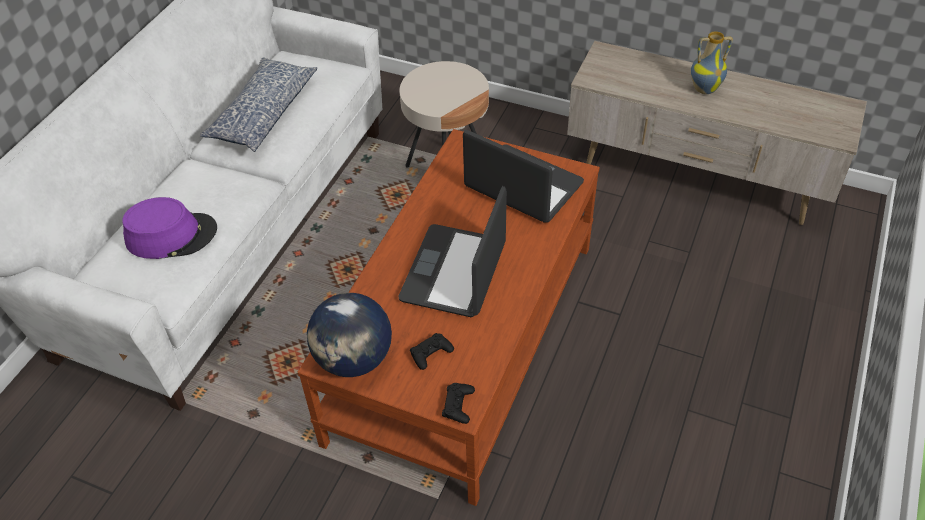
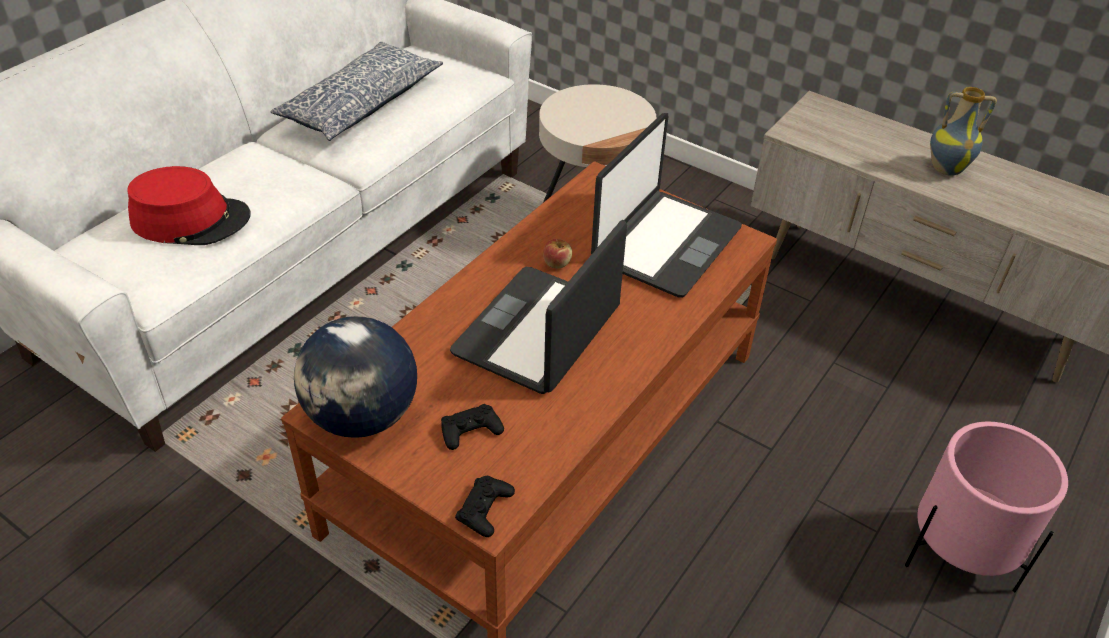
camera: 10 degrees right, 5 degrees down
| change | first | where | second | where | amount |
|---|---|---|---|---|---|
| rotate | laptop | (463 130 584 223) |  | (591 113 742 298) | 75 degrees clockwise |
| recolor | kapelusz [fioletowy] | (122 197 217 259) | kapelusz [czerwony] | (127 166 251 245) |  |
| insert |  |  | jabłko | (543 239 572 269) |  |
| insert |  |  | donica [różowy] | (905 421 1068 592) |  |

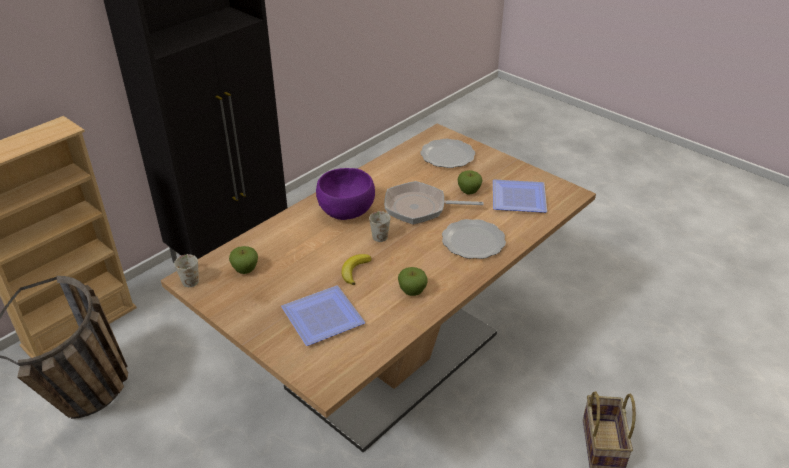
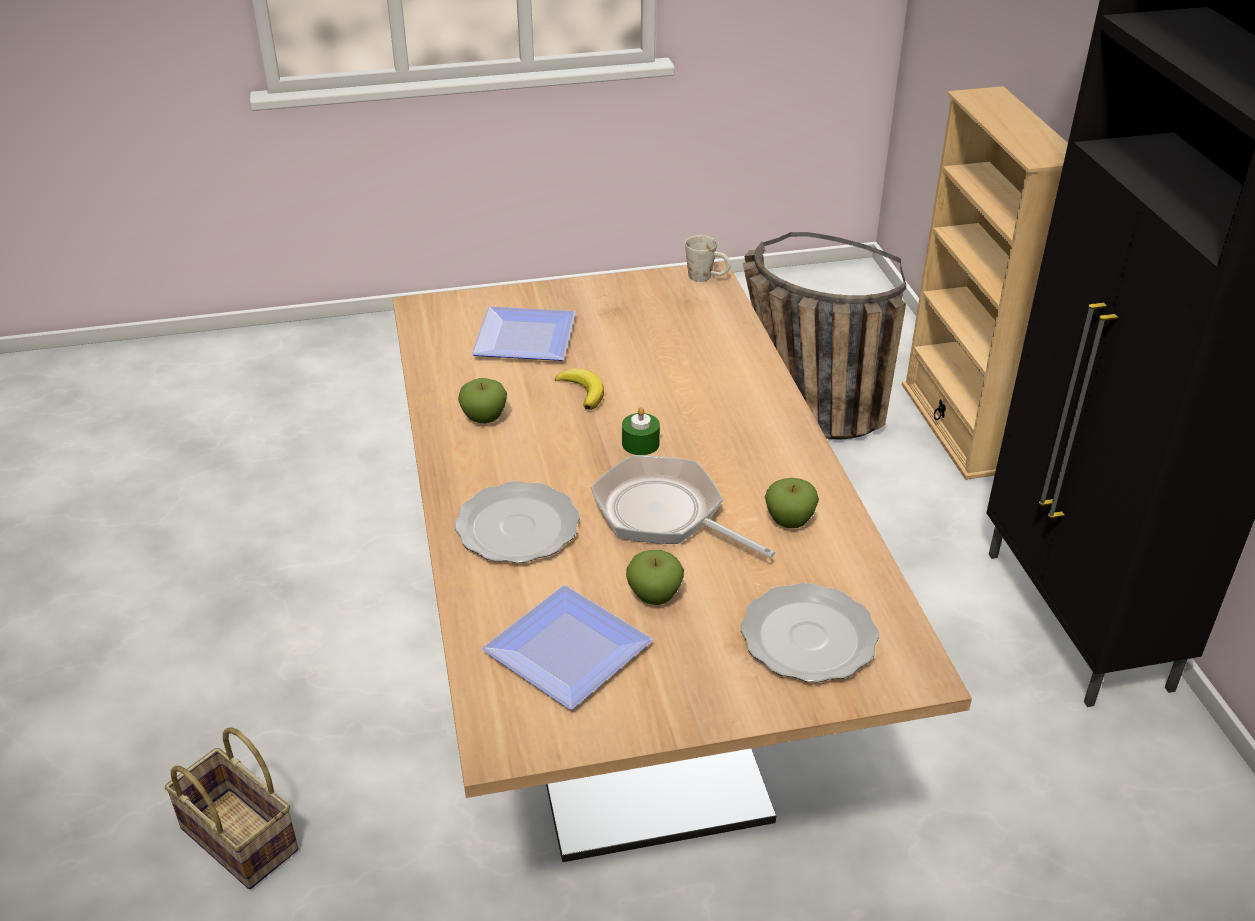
camera: 125 degrees right, 0 degrees up
| change | first | where | second | where | amount |
|---|---|---|---|---|---|
| delete | miska [fioletowy] | (316 168 375 220) |  |  |  |
| rotate | patelnia | (384 181 484 224) |  | (591 455 775 558) | 90 degrees counterclockwise |
| replace | kubek [biały] | (369 211 390 242) | świeca [zielony] | (622 407 660 455) |  |
| move | jabłko | (229 246 258 274) |  | (765 478 819 528) |  |

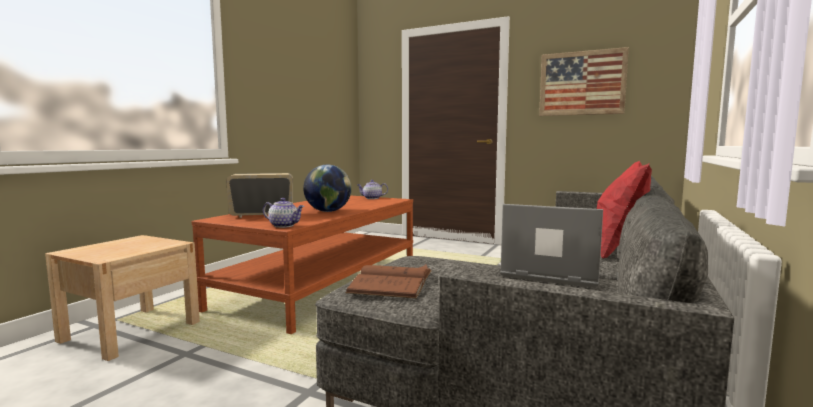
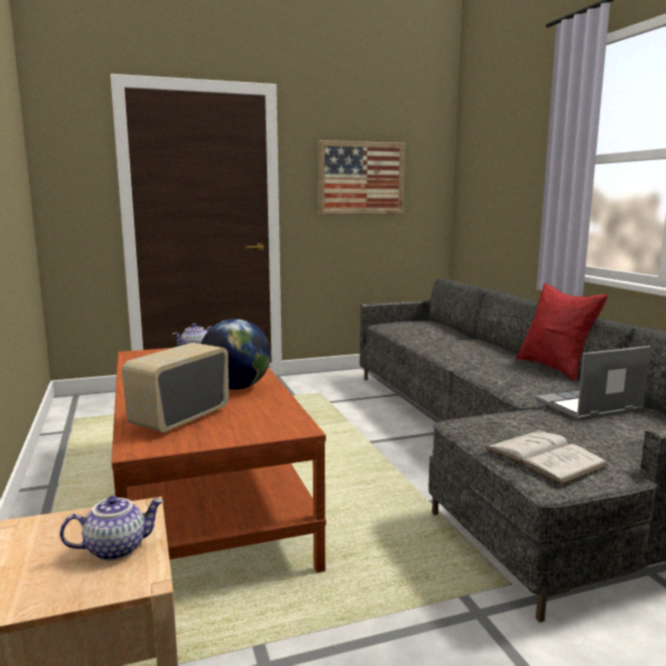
camera: 45 degrees left, 5 degrees up
| change | first | where | second | where | amount |
|---|---|---|---|---|---|
| move | imbryk | (263 198 304 228) |  | (60 496 164 561) |  |
| recolor | książka [brązowy] | (345 264 432 299) | książka [biały] | (486 429 609 484) |  |

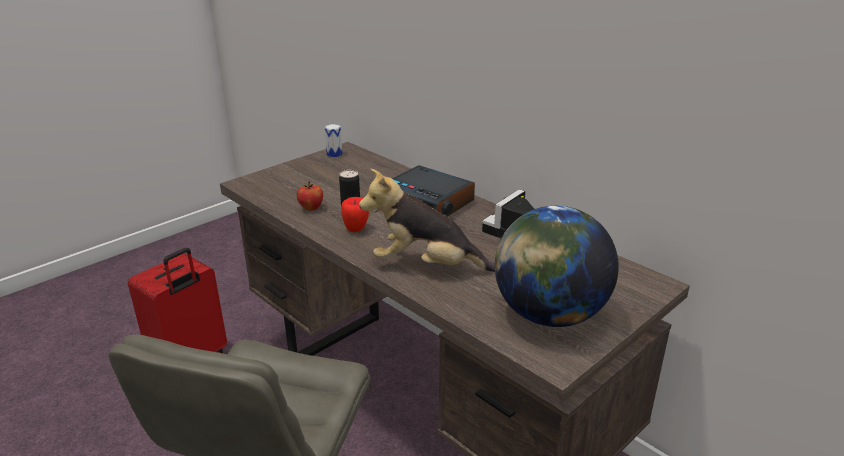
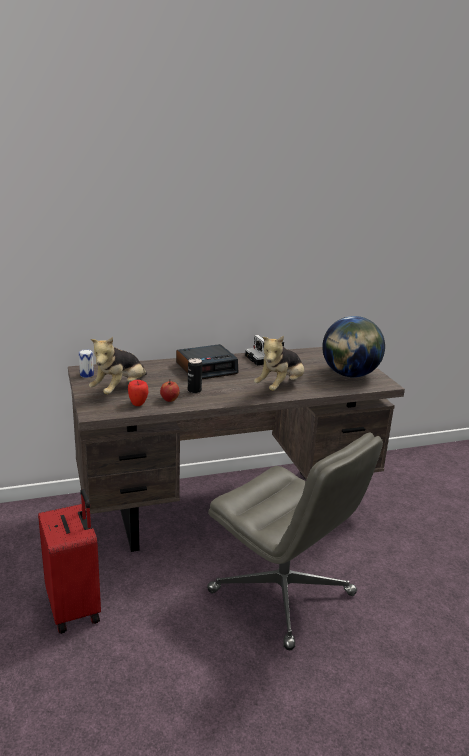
camera: 65 degrees left, 5 degrees down
| change | first | where | second | where | amount |
|---|---|---|---|---|---|
| move | jabłko | (341 197 369 232) |  | (128 380 148 406) |  |
| insert |  |  | pluszak | (89 337 147 395) |  |

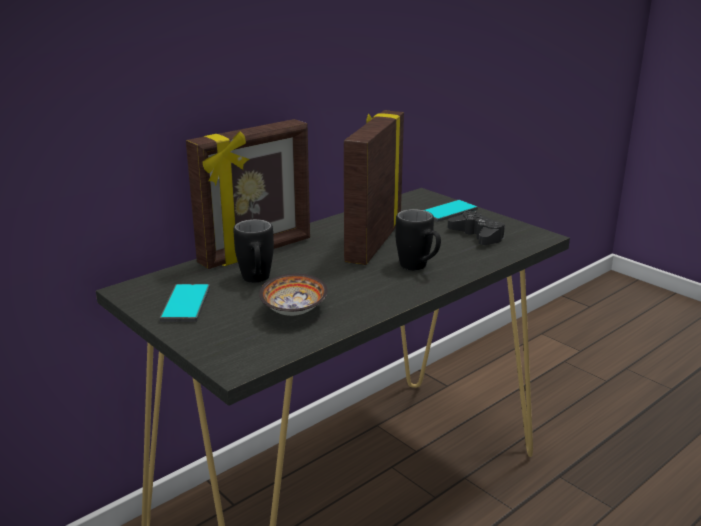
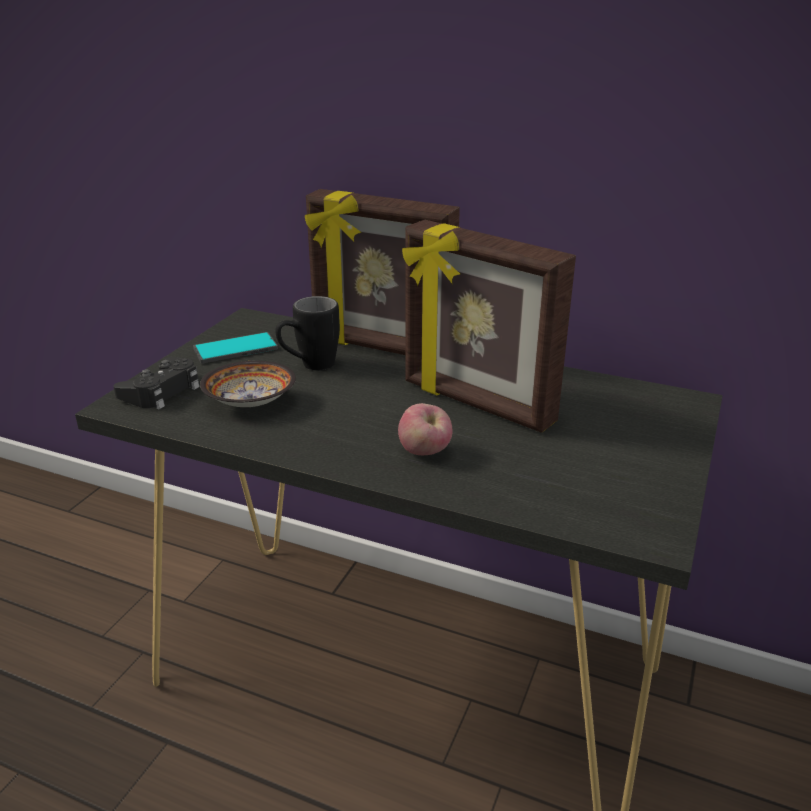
camera: 65 degrees right, 5 degrees up
| change | first | where | second | where | amount |
|---|---|---|---|---|---|
| rotate | ramka na zdjęcie | (344 110 404 265) |  | (402 220 576 433) | 135 degrees counterclockwise |
| delete | telefon | (425 200 478 222) |  |  |  |
| replace | kubek [czarny] | (395 209 441 270) | jabłko | (398 403 453 455) |  |
| move | pad do gier [czarny] | (448 211 505 245) |  | (113 357 200 410) |  |

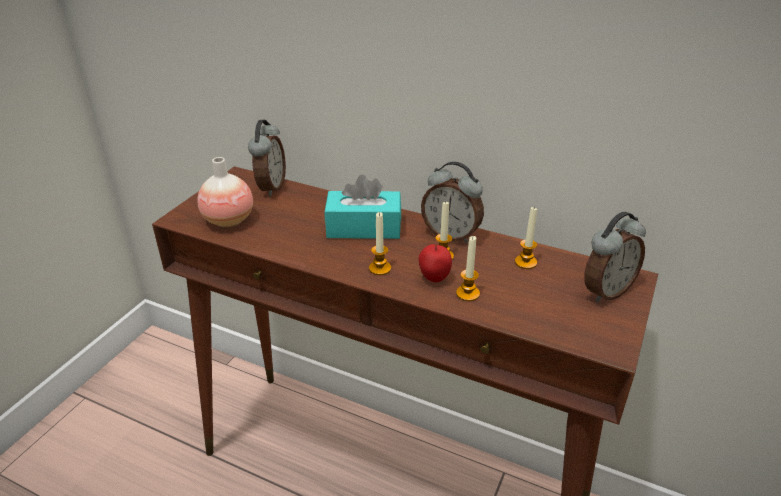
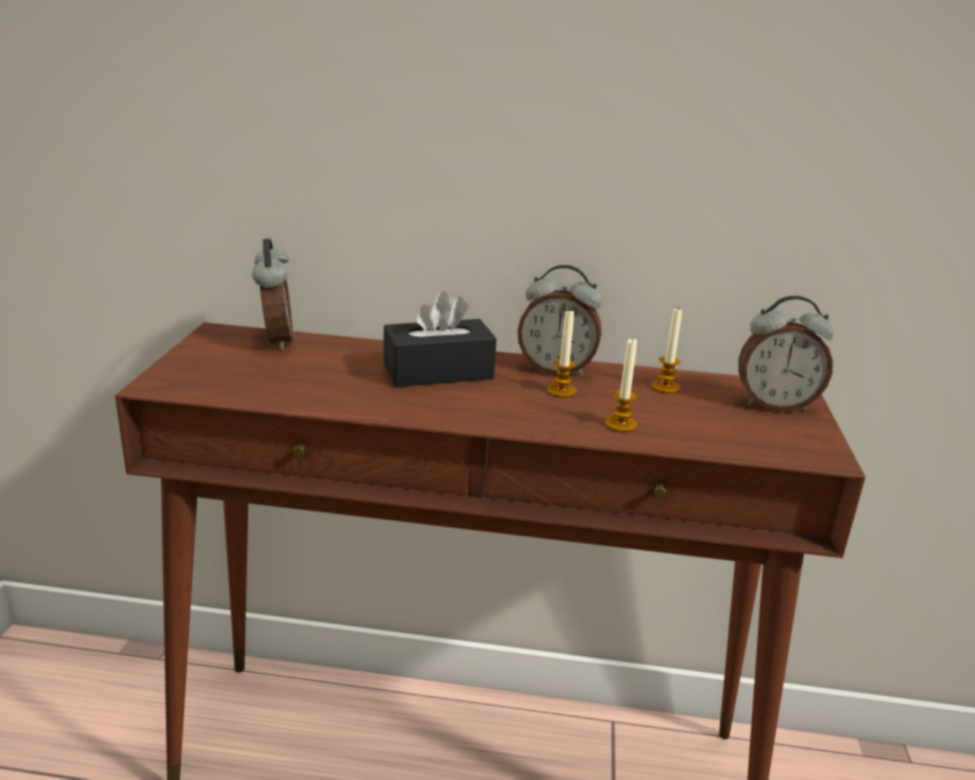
camera: 20 degrees left, 10 degrees down
| change | first | where | second | where | amount |
|---|---|---|---|---|---|
| delete | wazon | (197 157 253 227) |  |  |  |
| recolor | pudełko chusteczek [turkusowy] | (325 174 401 239) | pudełko chusteczek [czarny] | (383 291 497 387) |  |
| delete | świeca | (369 212 391 275) |  |  |  |
| rotate | budzik | (584 212 646 303) |  | (738 296 834 411) | 60 degrees clockwise |
| delete | jabłko | (418 242 452 282) |  |  |  |

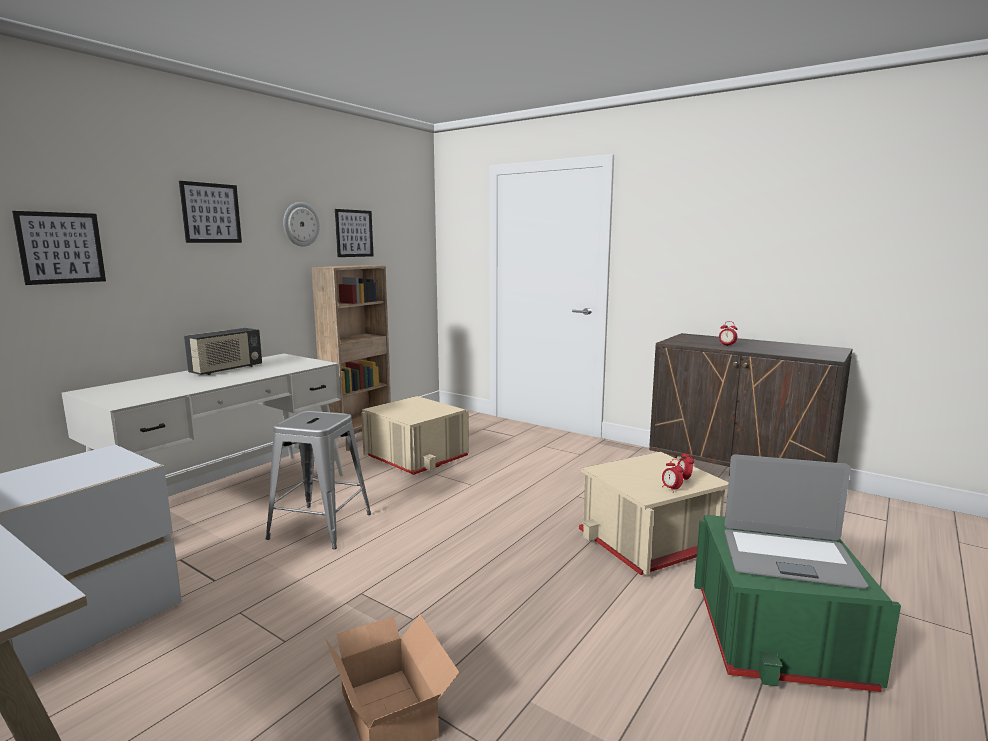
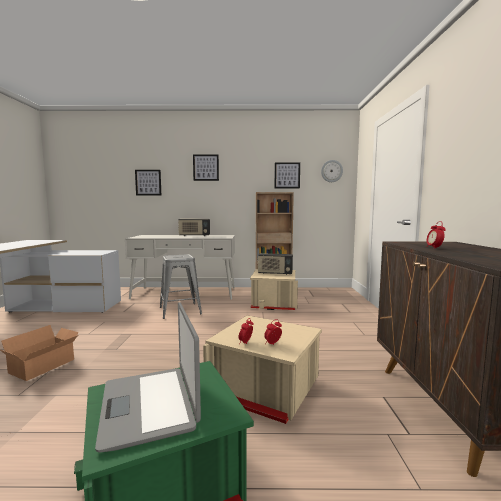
camera: 55 degrees right, 5 degrees down
| change | first | where | second | where | amount |
|---|---|---|---|---|---|
| move | zegar ścienny | (283 202 320 247) |  | (321 160 343 182) |  |
| insert |  |  | radio | (257 253 293 275) |  |

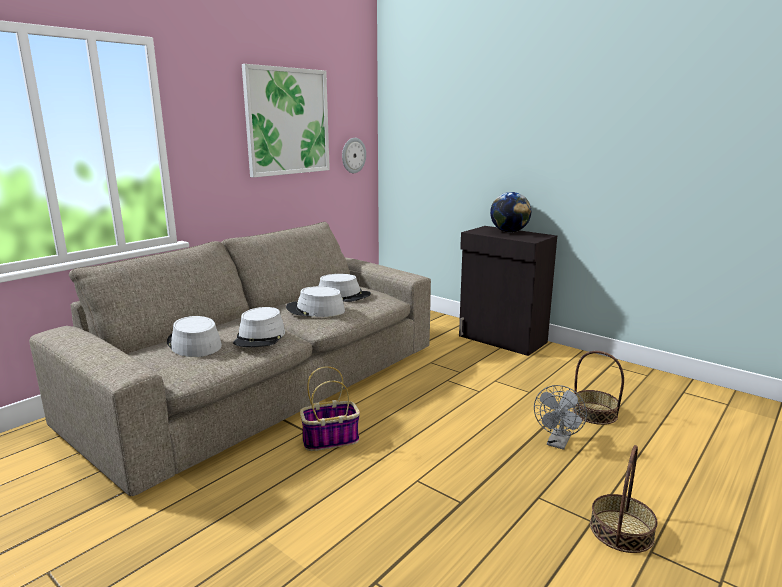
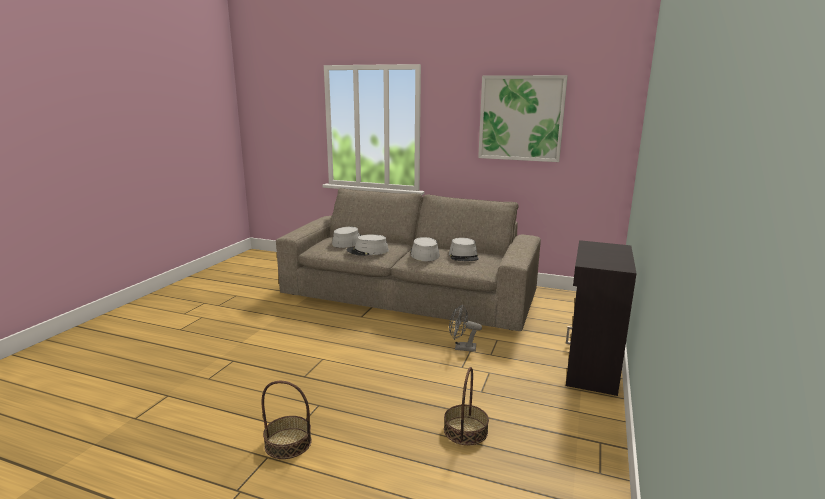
camera: 70 degrees right, 0 degrees up
| change | first | where | second | where | amount |
|---|---|---|---|---|---|
| delete | zegar ścienny | (342 138 366 173) |  |  |  |
| delete | globus | (490 192 531 232) |  |  |  |
| delete | koszyk | (300 367 360 451) |  |  |  |
| move | wentylator [szary] | (534 385 587 450) |  | (449 305 482 352) |  |

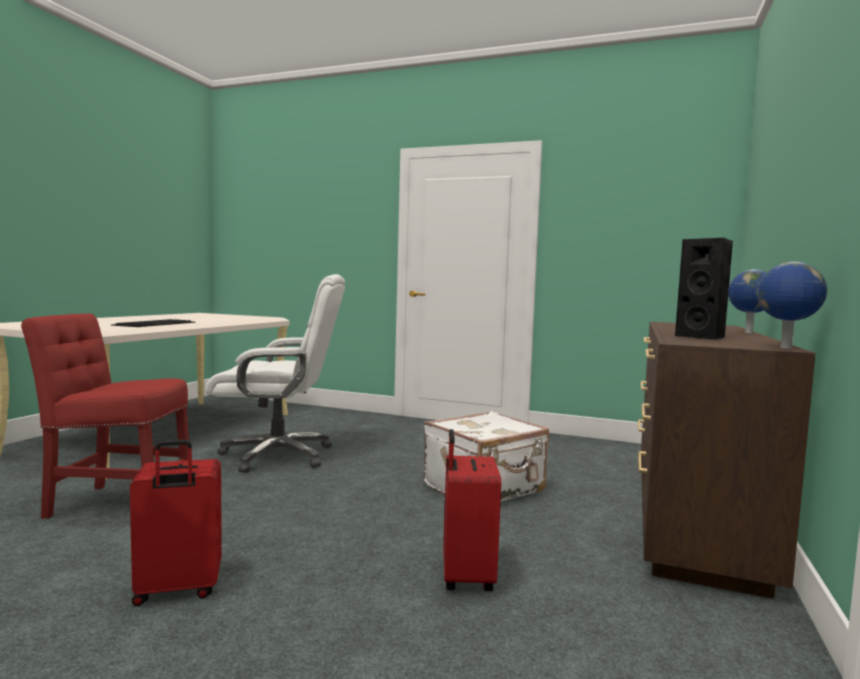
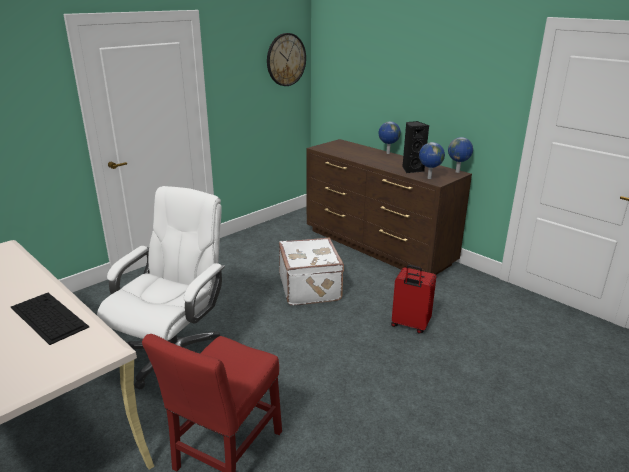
camera: 65 degrees left, 20 degrees up
| change | first | where | second | where | amount |
|---|---|---|---|---|---|
| delete | walizka [czerwony] | (130 439 222 606) |  |  |  |
| insert |  |  | zegar ścienny | (267 33 306 86) |  |
| insert |  |  | globus | (419 142 445 179) |  |

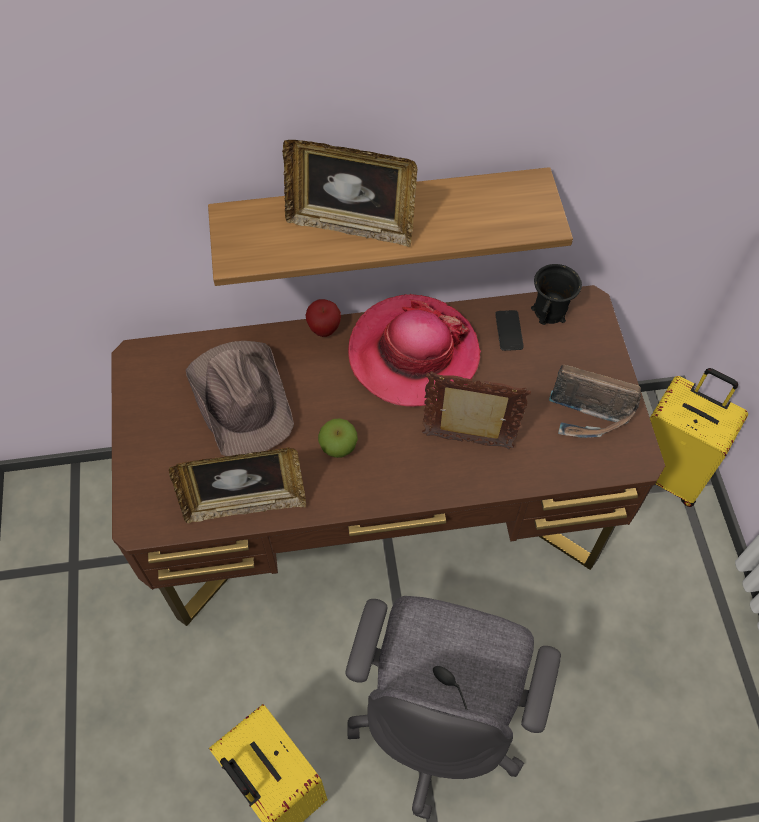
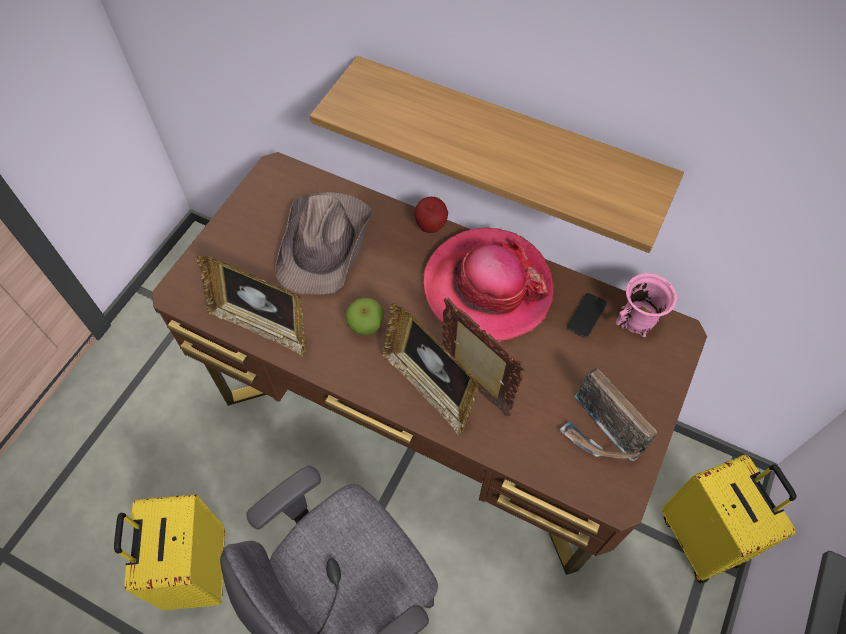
camera: 35 degrees right, 0 degrees up
| change | first | where | second | where | amount |
|---|---|---|---|---|---|
| move | ramka na zdjęcie | (282 140 417 247) |  | (382 303 479 437) |  |
| recolor | kubek [czarny] | (531 264 582 325) | kubek [różowy] | (615 273 677 337) |  |

